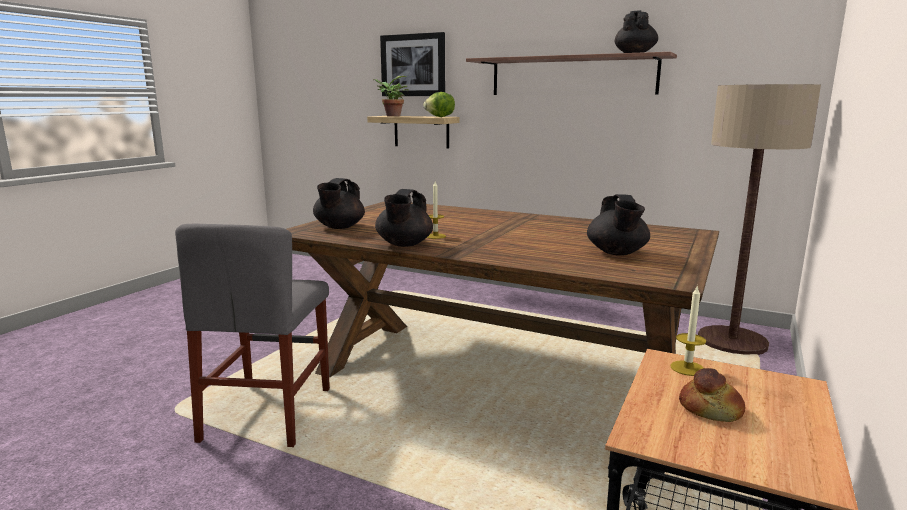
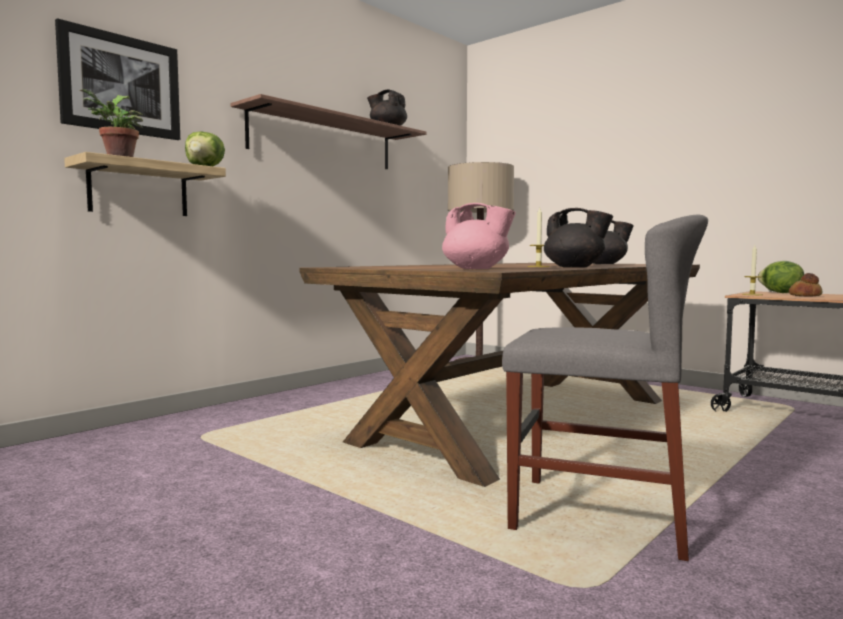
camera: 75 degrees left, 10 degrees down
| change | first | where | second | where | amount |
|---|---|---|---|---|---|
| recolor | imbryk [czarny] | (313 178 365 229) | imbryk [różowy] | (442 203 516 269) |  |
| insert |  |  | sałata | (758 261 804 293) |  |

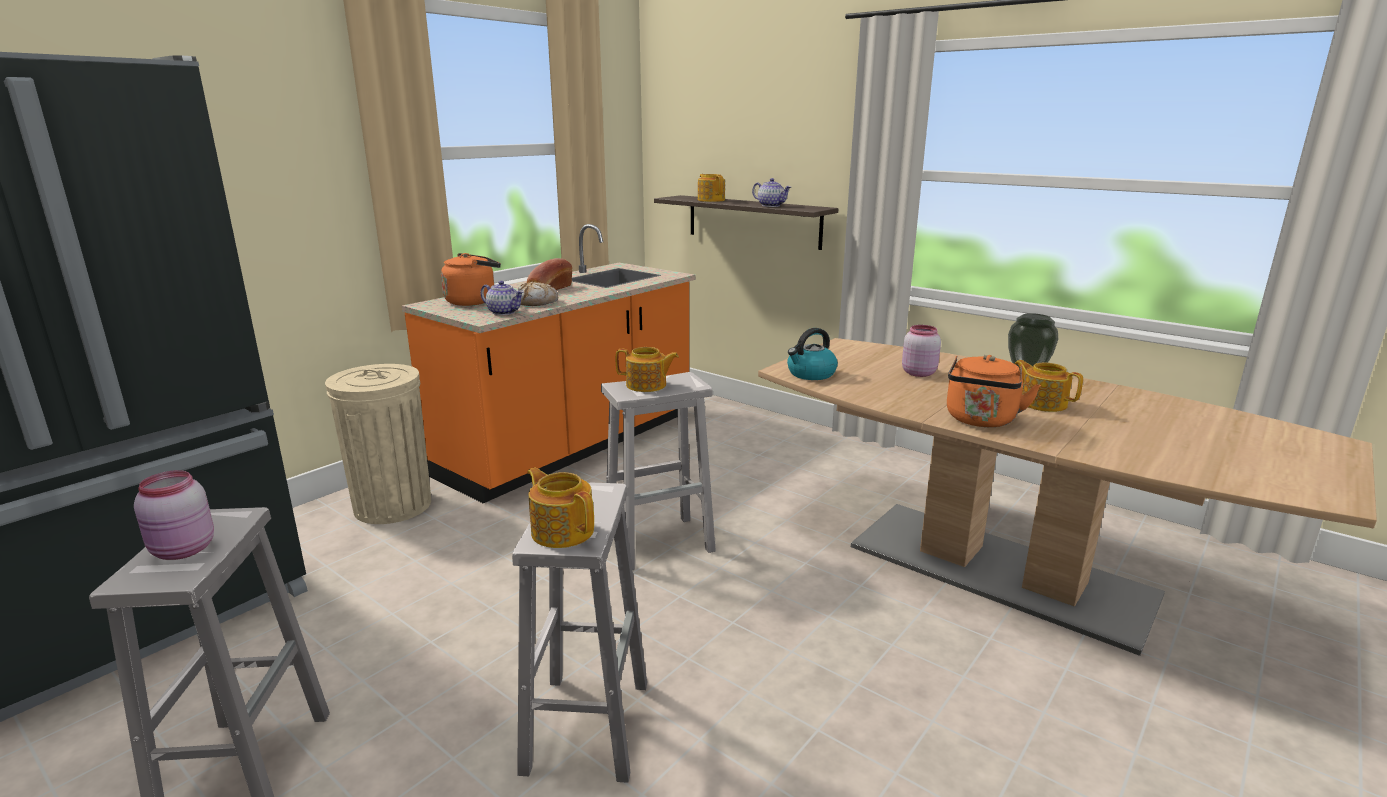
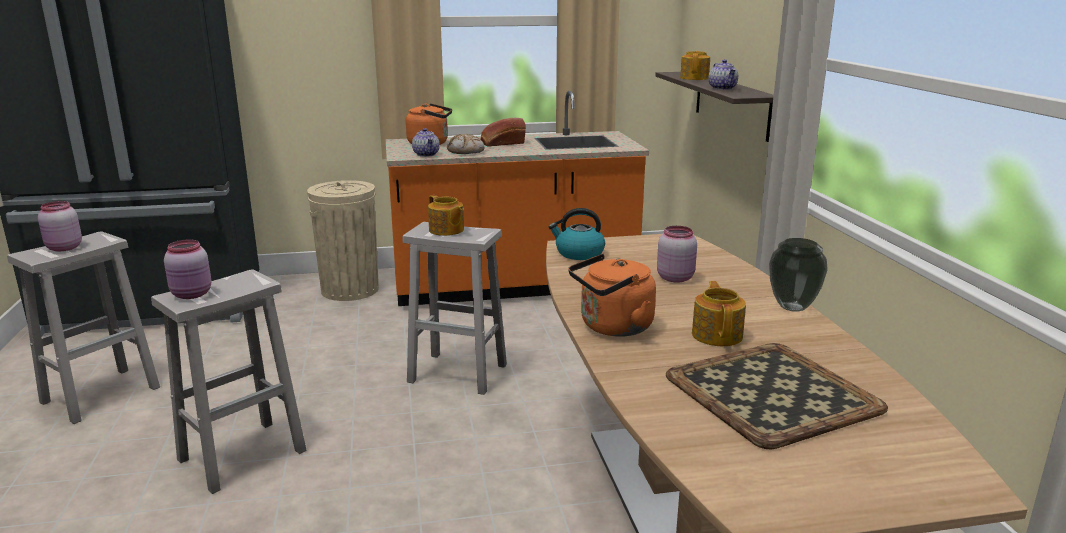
camera: 40 degrees right, 0 degrees up
| change | first | where | second | where | amount |
|---|---|---|---|---|---|
| replace | imbryk | (527 468 594 548) | słoik [różowy] | (164 240 211 299) |  |
| insert |  |  | taca | (666 343 888 450) |  |

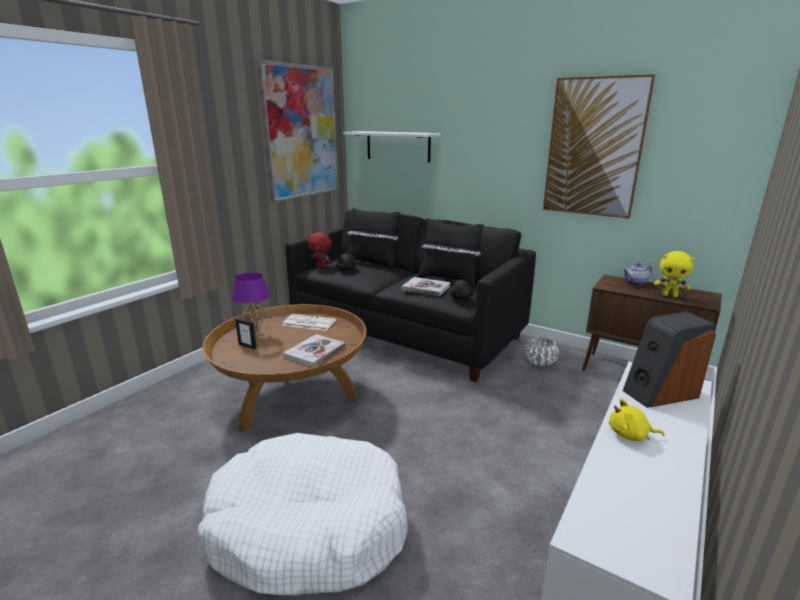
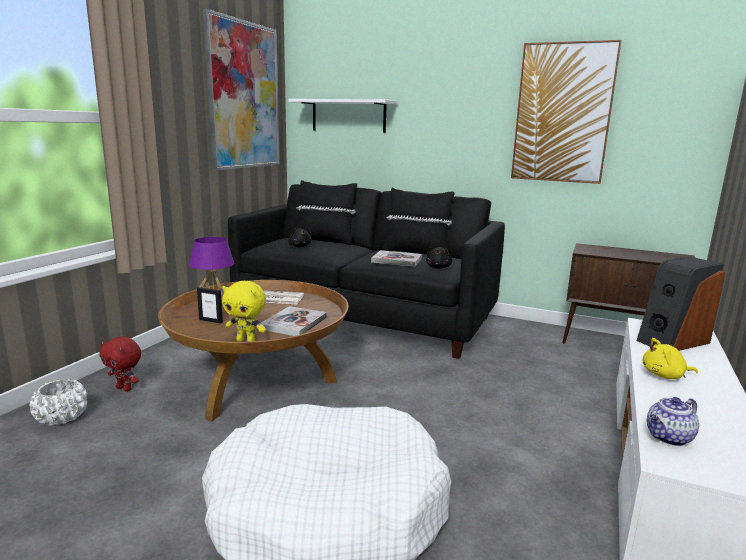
camera: 10 degrees left, 5 degrees down
| change | first | where | second | where | amount |
|---|---|---|---|---|---|
| move | pluszak [czerwony] | (307 232 332 268) |  | (100 337 141 391) |  |
| move | pluszak [żółty] | (654 251 695 297) |  | (222 281 266 342) |  |
| move | imbryk | (623 263 652 286) |  | (647 397 699 446) |  |
| move | donica [biały] | (525 337 559 366) |  | (30 379 87 426) |  |

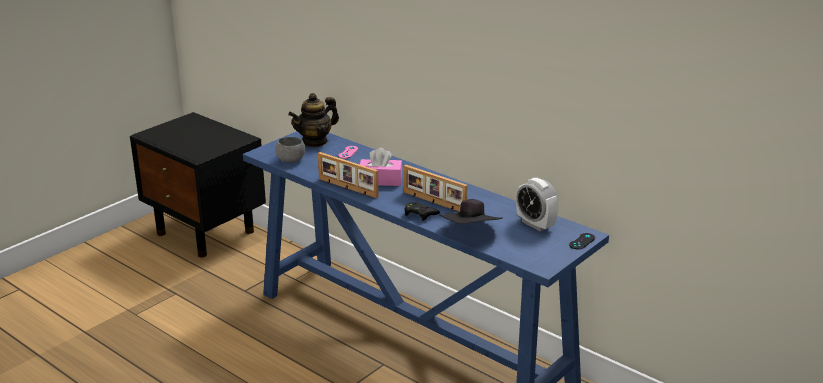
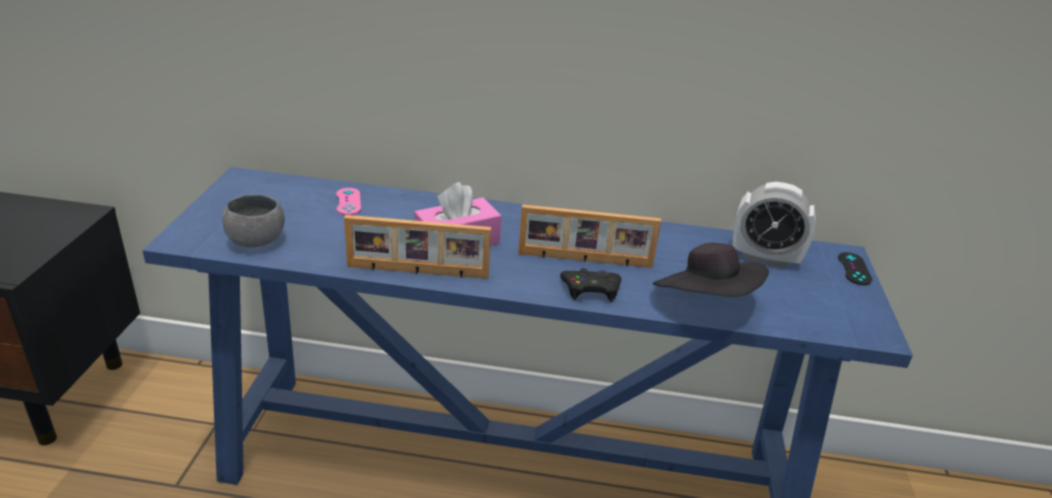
camera: 35 degrees left, 5 degrees up
| change | first | where | second | where | amount |
|---|---|---|---|---|---|
| delete | imbryk | (288 93 339 147) |  |  |  |

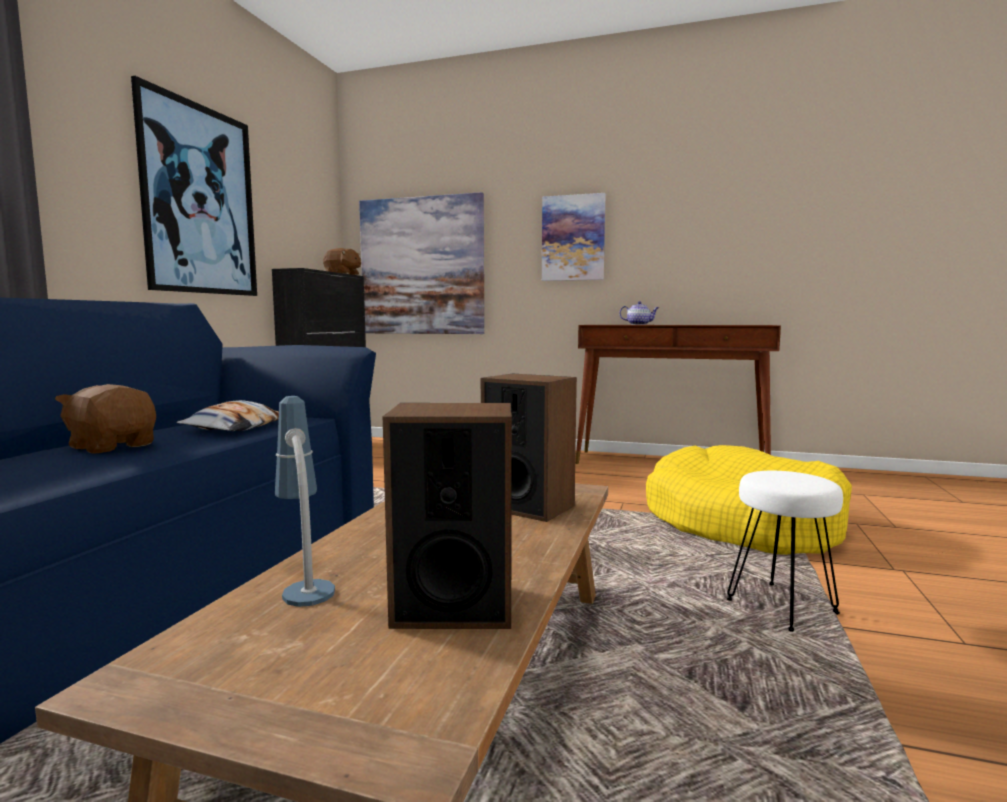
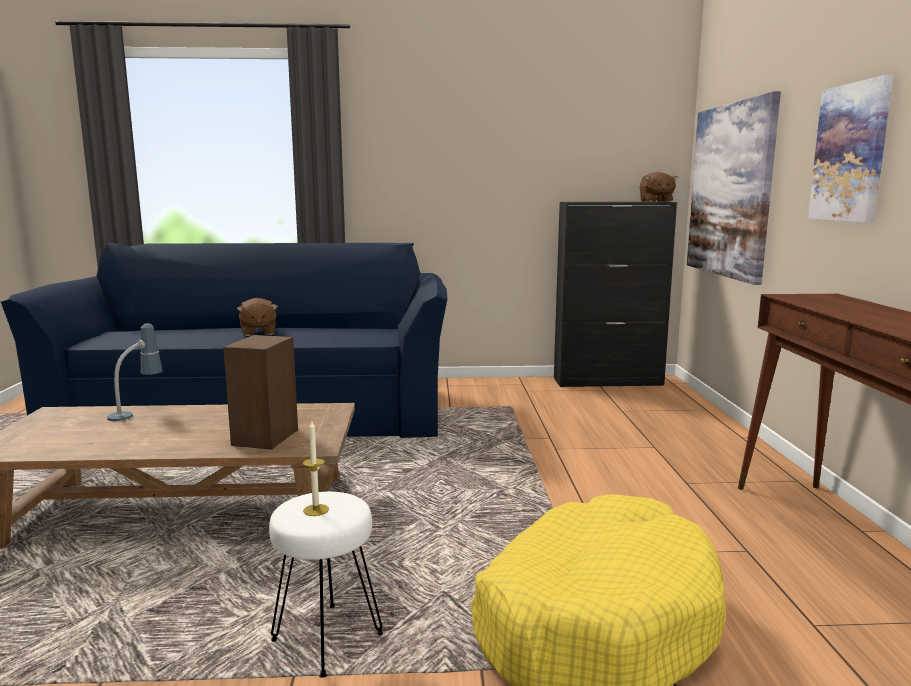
camera: 70 degrees right, 5 degrees up
| change | first | where | second | where | amount |
|---|---|---|---|---|---|
| delete | obraz | (131 76 257 296) |  |  |  |
| delete | imbryk | (619 301 659 325) |  |  |  |
| rotate | pluszak [brązowy] | (55 384 156 453) |  | (237 298 278 336) | 150 degrees clockwise |
| delete | poduszka | (176 400 279 431) |  |  |  |
| delete | głośnik | (383 403 512 629) |  |  |  |
| insert |  |  | świeca | (303 421 329 516) |  |

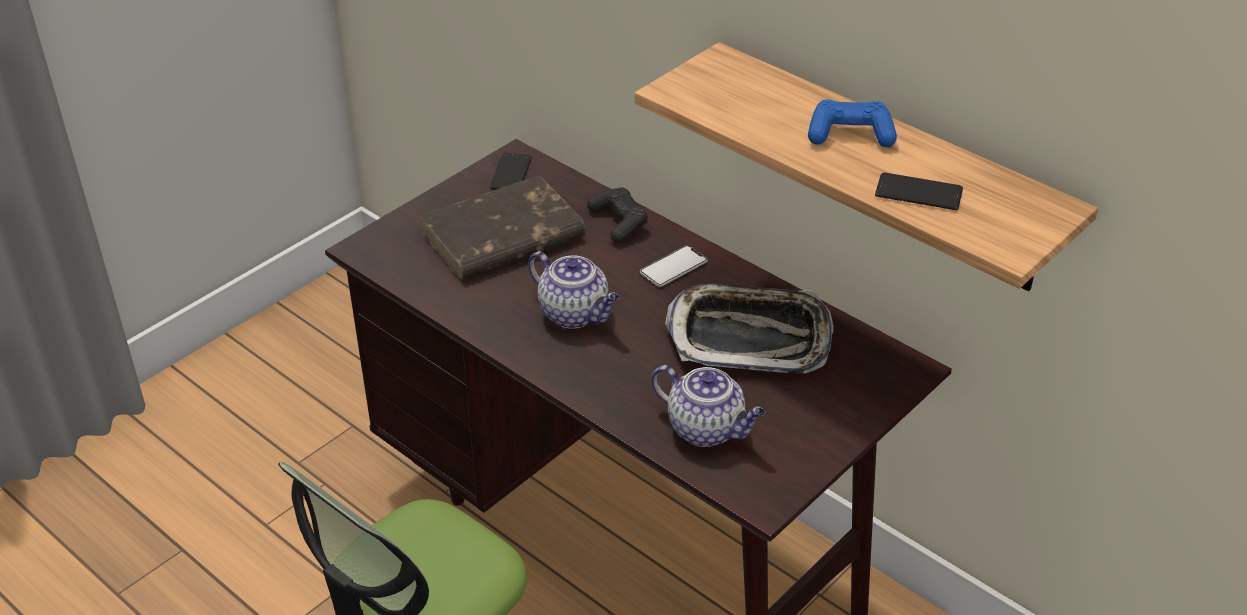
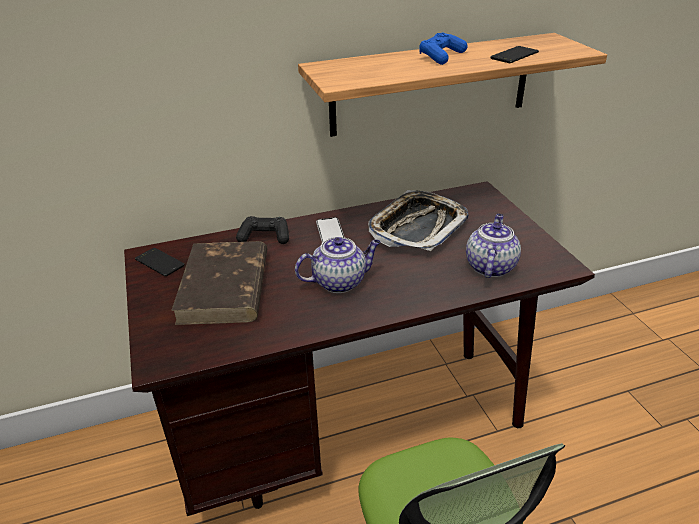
camera: 60 degrees left, 5 degrees down
| change | first | where | second | where | amount |
|---|---|---|---|---|---|
| rotate | imbryk | (651 365 765 447) |  | (466 214 521 278) | 45 degrees counterclockwise |

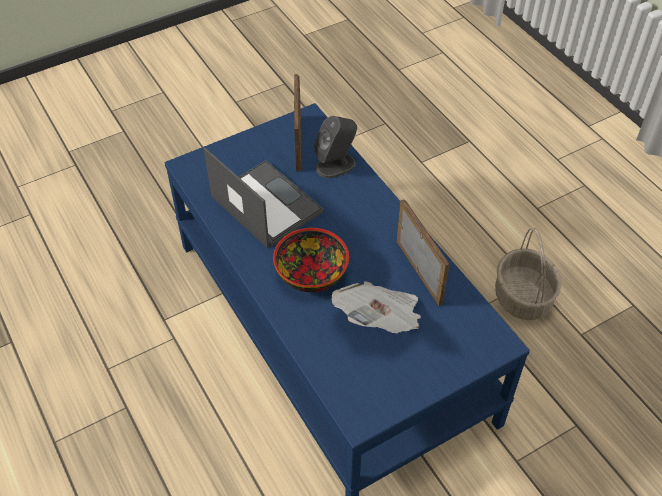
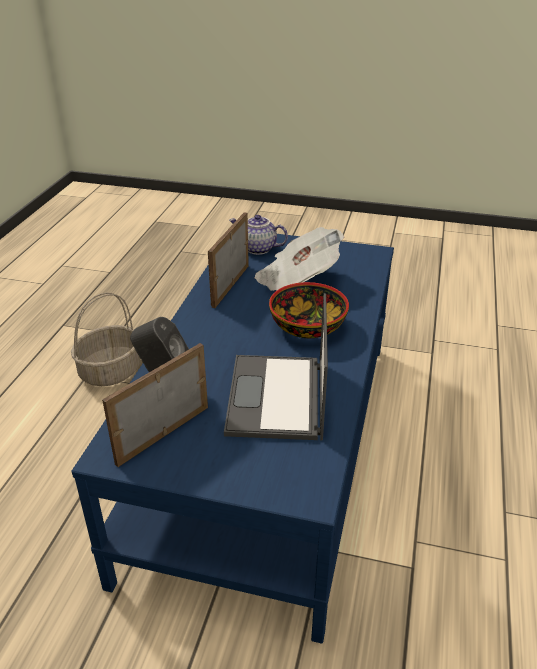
camera: 135 degrees left, 15 degrees down
| change | first | where | second | where | amount |
|---|---|---|---|---|---|
| insert |  |  | imbryk | (229 215 288 255) |  |

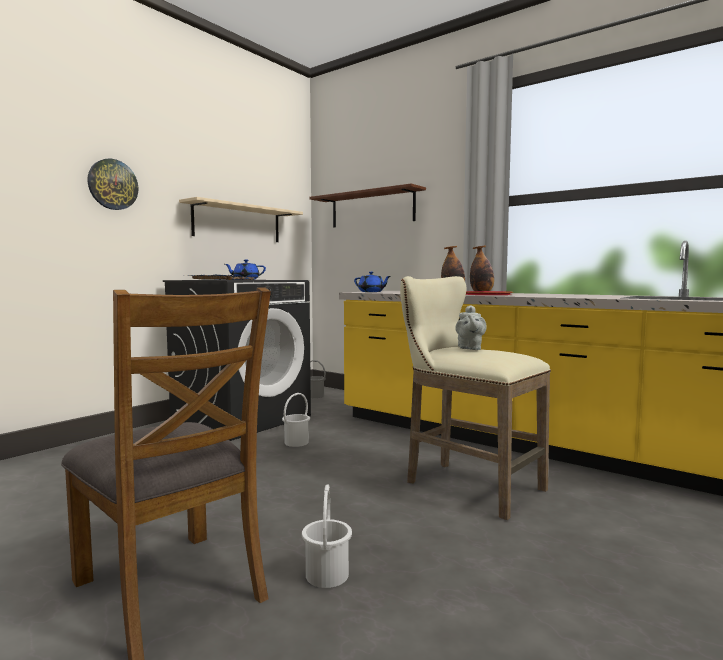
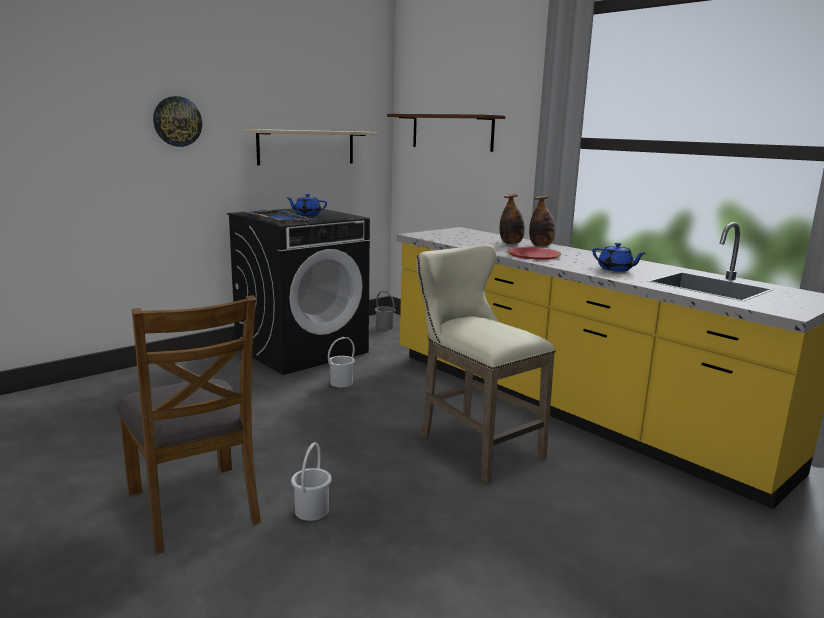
camera: 10 degrees right, 10 degrees up
| change | first | where | second | where | amount |
|---|---|---|---|---|---|
| move | imbryk [niebieski] | (354 272 390 292) |  | (593 243 646 272) |  |
| delete | imbryk [szary] | (455 305 487 350) |  |  |  |

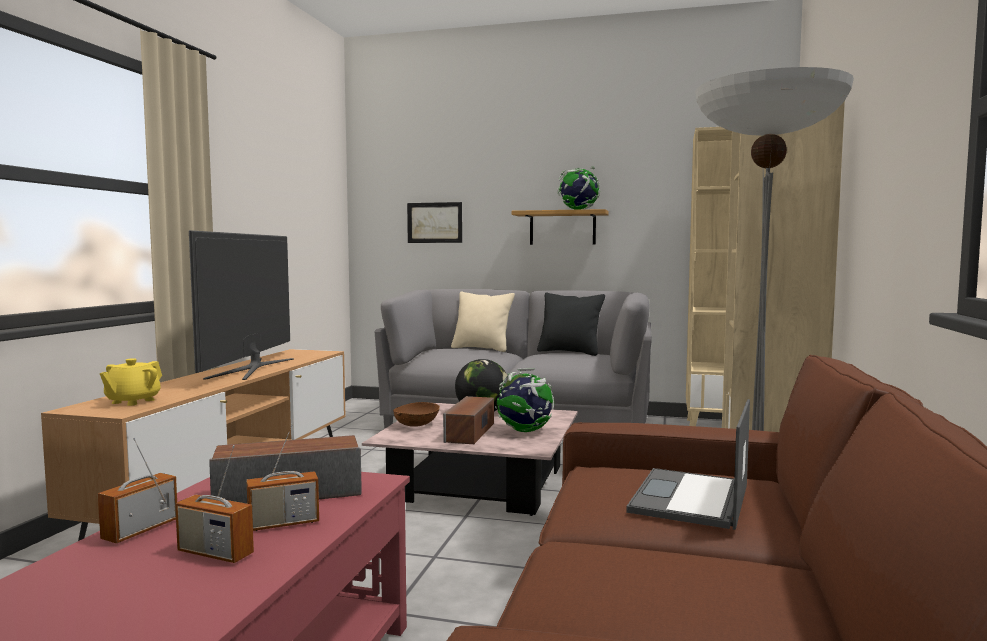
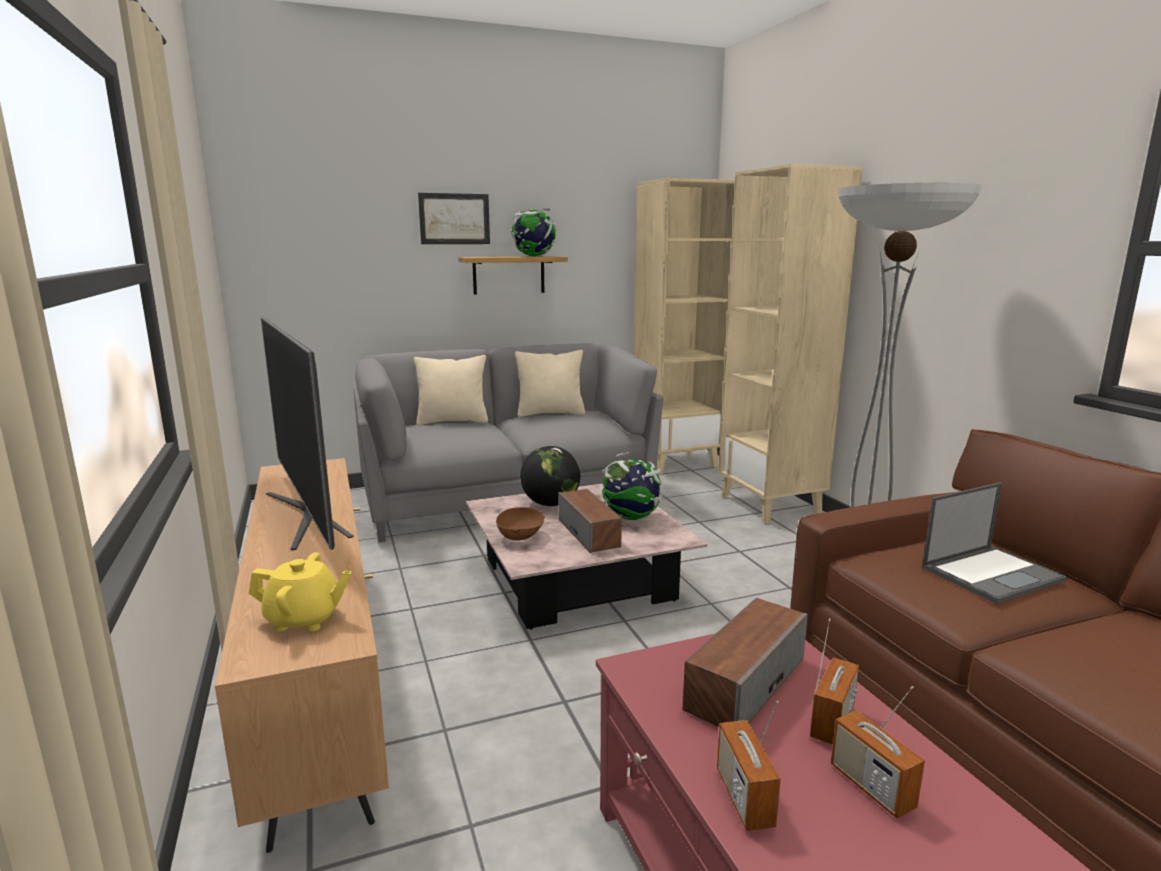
camera: 35 degrees left, 10 degrees up
| change | first | where | second | where | amount |
|---|---|---|---|---|---|
| move | obraz | (407 202 462 243) |  | (418 193 490 244) |  |
| recolor | poduszka [czarny] | (537 293 605 356) | poduszka [beżowy] | (515 350 585 417) |  |
| rotate | imbryk [żółty] | (100 358 162 406) |  | (249 552 352 631) | 75 degrees counterclockwise |
| rotate | laptop | (626 399 750 530) |  | (922 483 1067 604) | 105 degrees counterclockwise |
| rotate | radio | (175 445 254 563) |  | (831 686 925 818) | 75 degrees clockwise |

